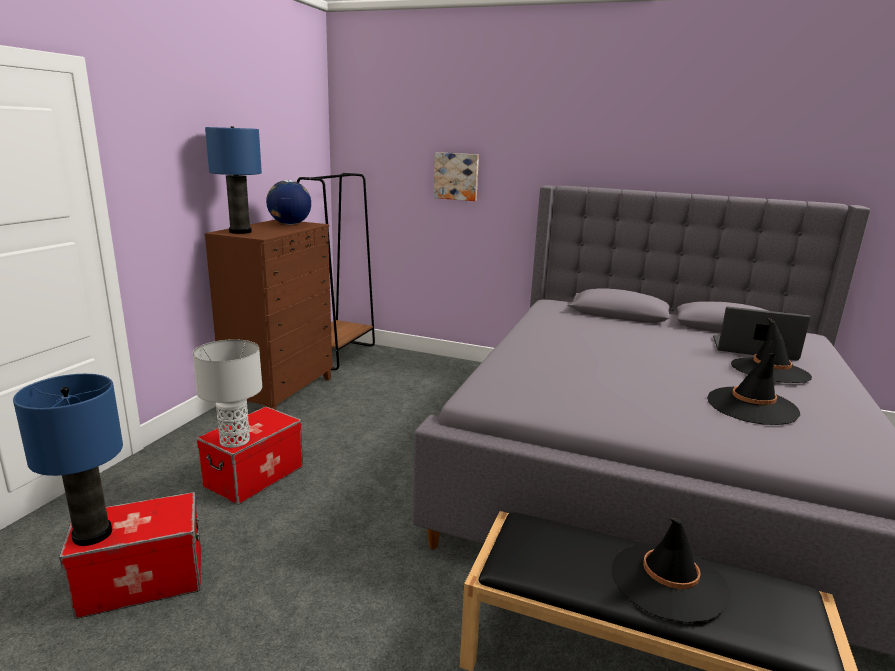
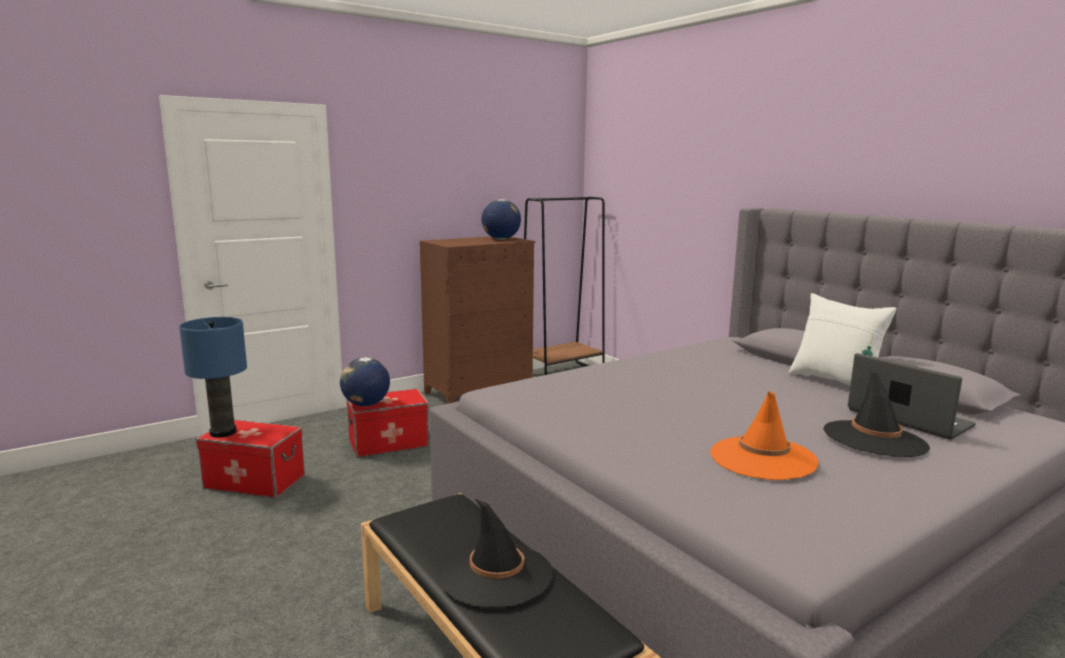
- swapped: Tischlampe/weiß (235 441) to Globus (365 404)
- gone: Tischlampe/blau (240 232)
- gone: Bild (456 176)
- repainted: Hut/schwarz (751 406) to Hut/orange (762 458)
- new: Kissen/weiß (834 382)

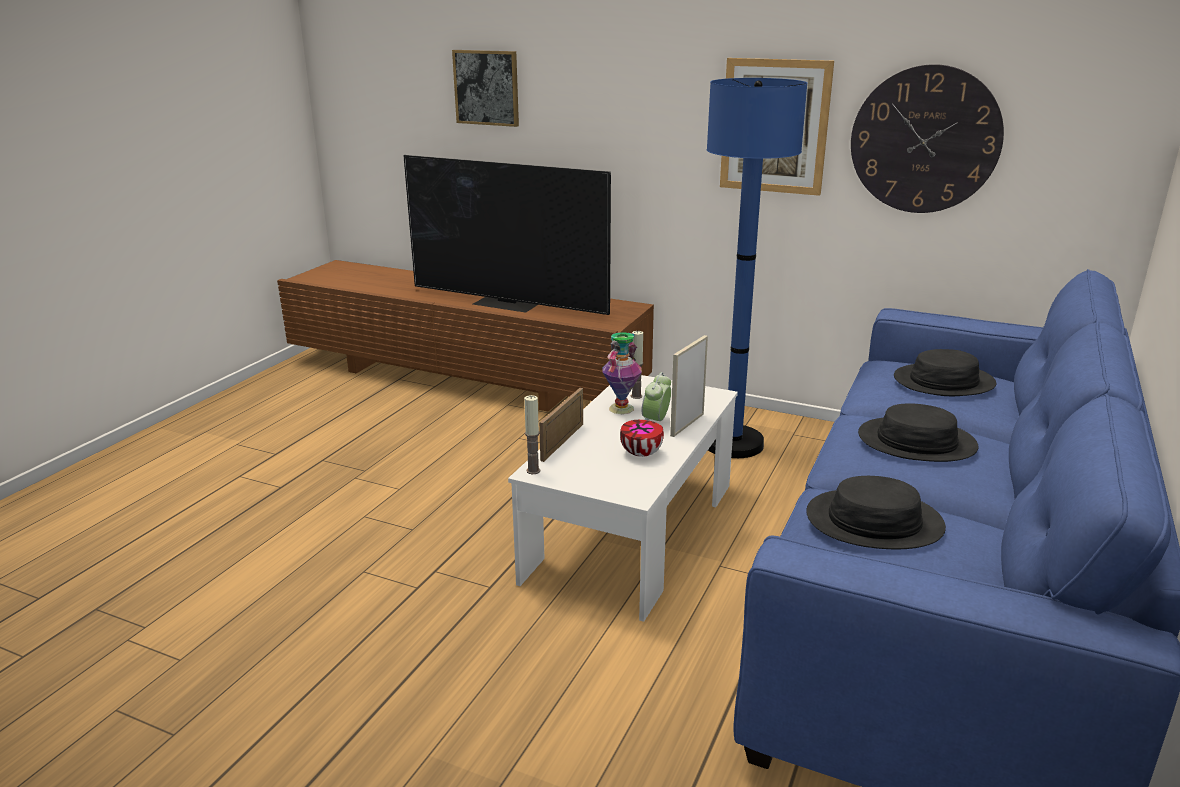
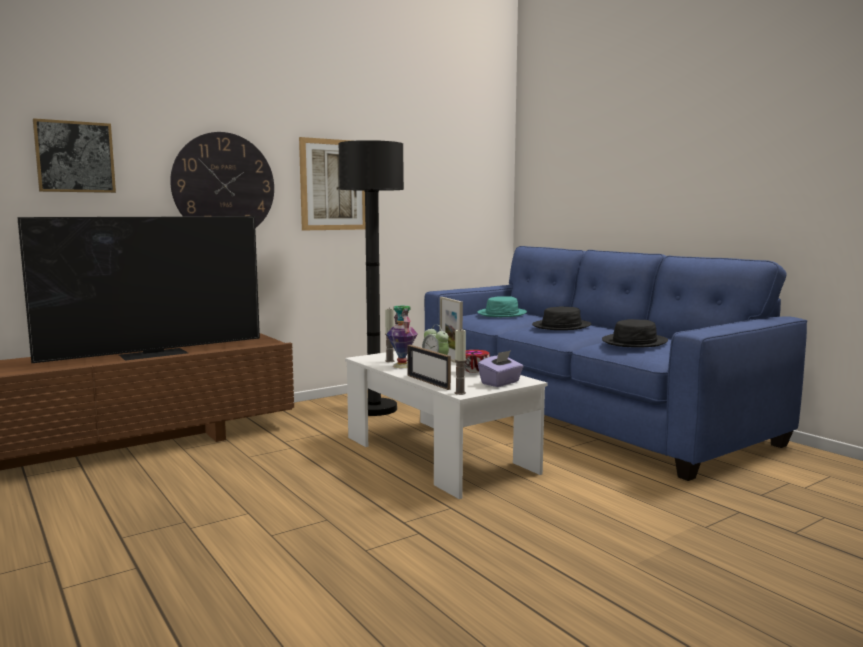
- repainted: Stehlampe/blau (733 444) to Stehlampe/schwarz (374 409)
- shifted: Wanduhr (924 140) to (223 185)
- repainted: Hut/schwarz (944 382) to Hut/türkis (502 314)
- new: Taschentuchbox/lila (500 383)

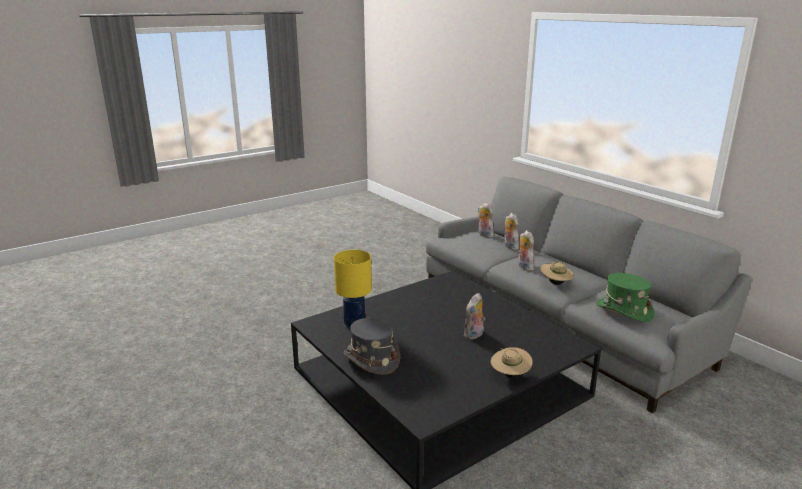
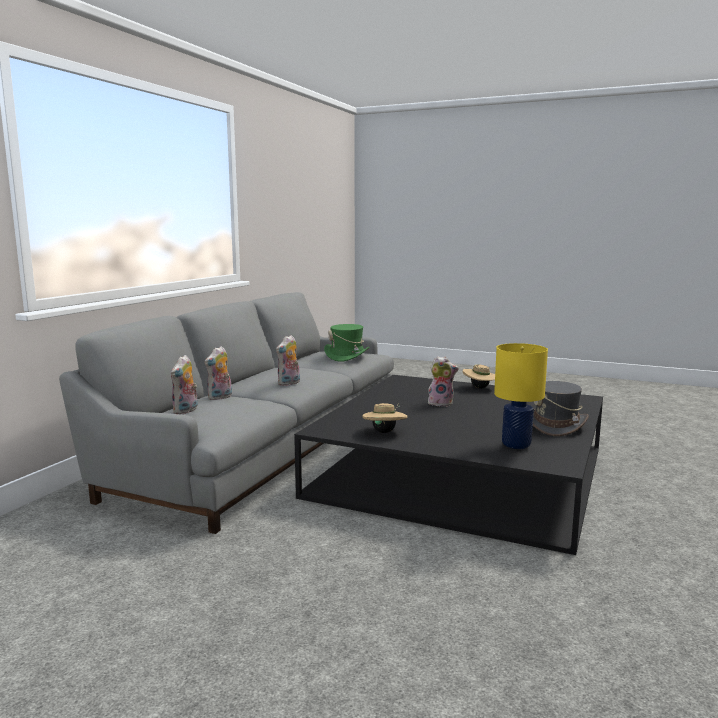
- shifted: Hut/beige (556 283) to (384 432)

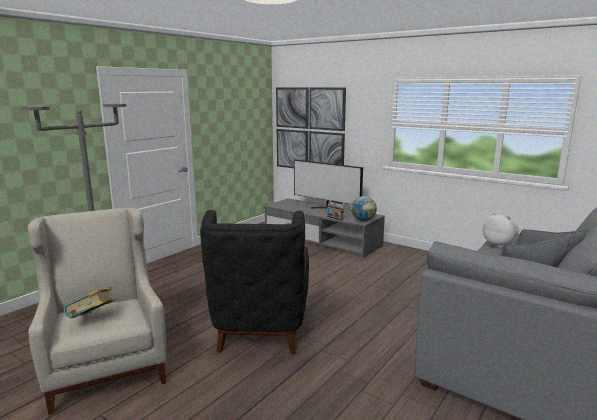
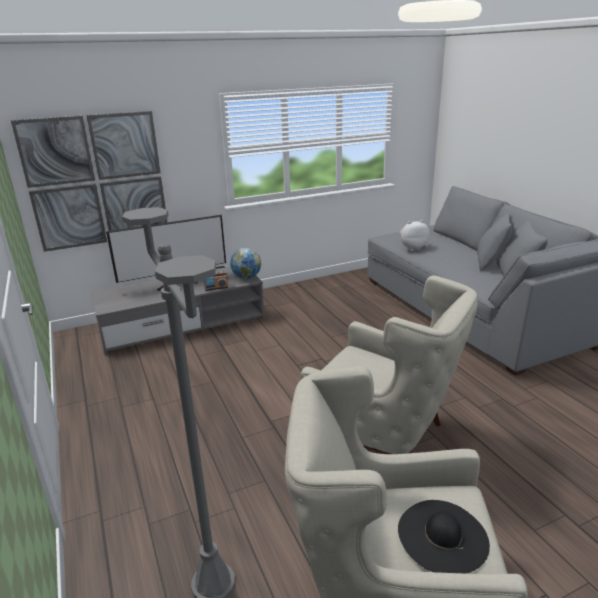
- swapped: Buch (93 319) to Hut/schwarz (442 536)
- repainted: Sessel/schwarz (260 332) to Sessel/beige (383 434)

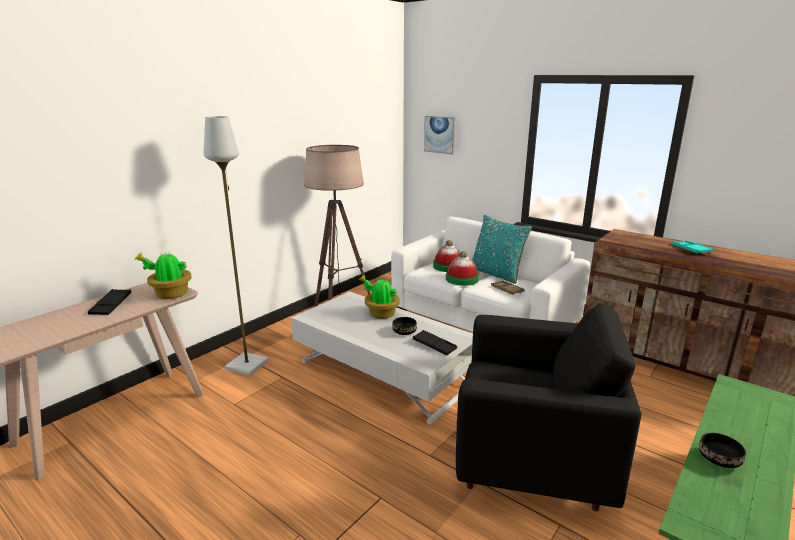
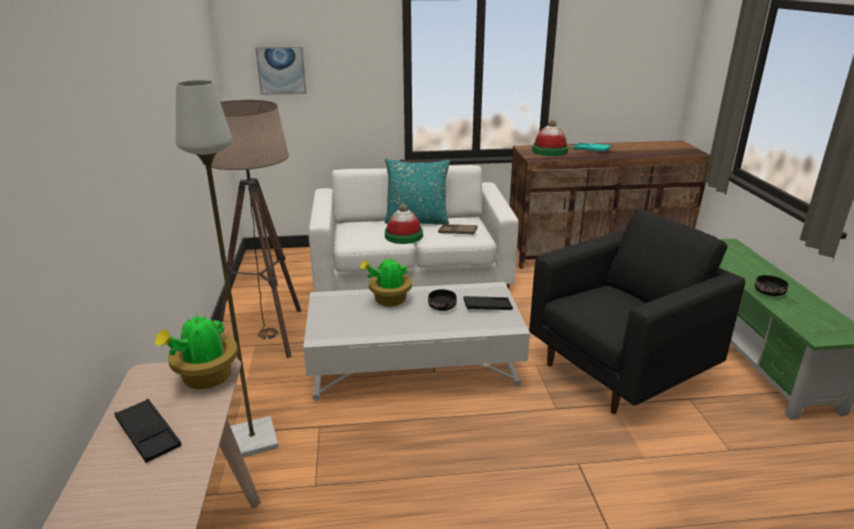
- shifted: Hut (448 266) to (549 151)

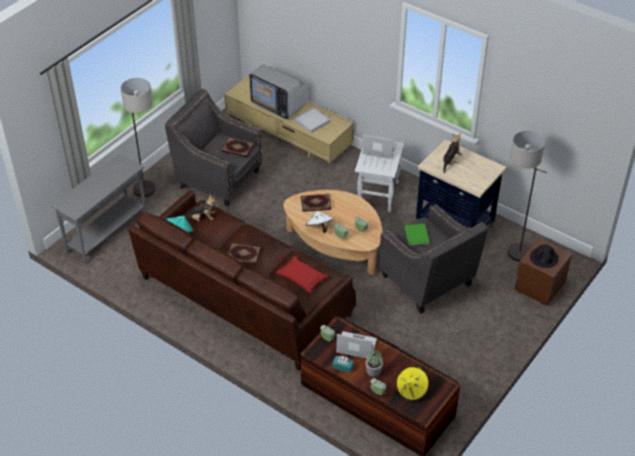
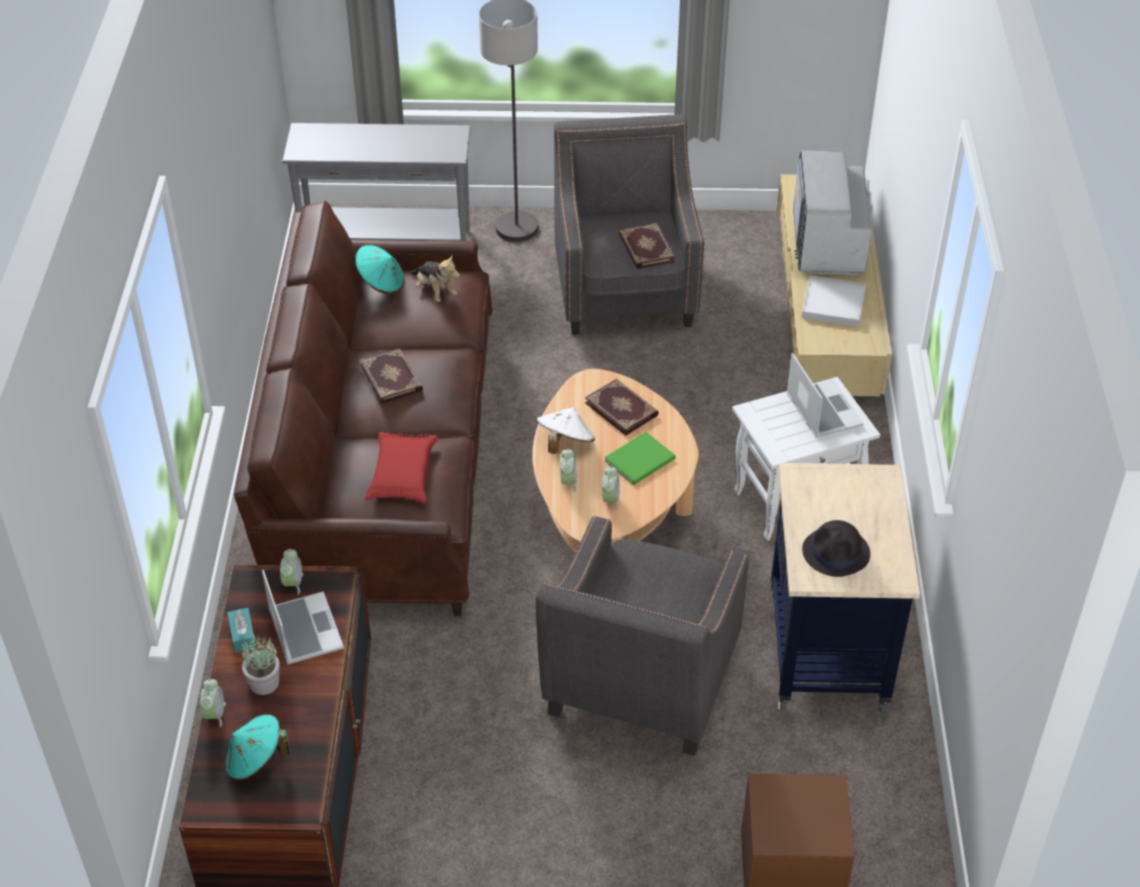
- repainted: Hut/gelb (412 390) to Hut/türkis (256 761)
- shifted: Buch/grün (417 234) to (642 460)
- gone: Plüschtier (451 161)
- gone: Stehlampe/grau (512 250)
- shifted: Hut/schwarz (544 258) to (836 553)

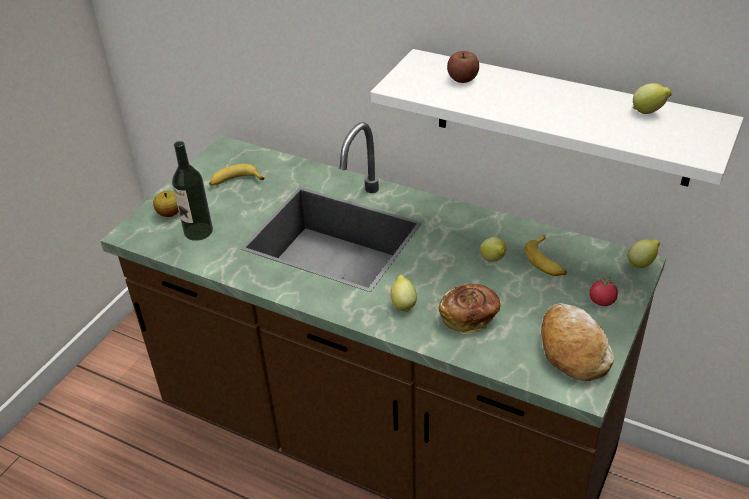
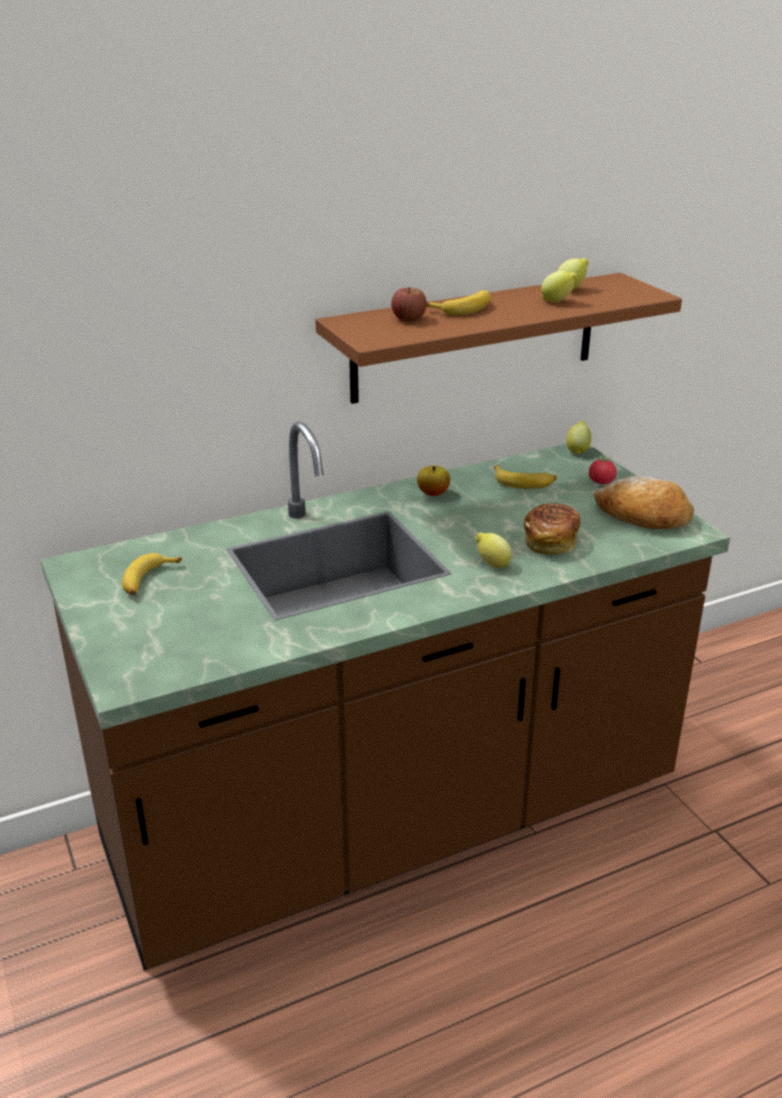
- shifted: Apfel (170 213) to (433 493)
- gone: Flasche (198 231)
- repainted: Wandregal/weiß (561 117) to Wandregal/braun (475 337)
- shifted: Zitrone (493 260) to (558 301)
- new: Banane (464 308)

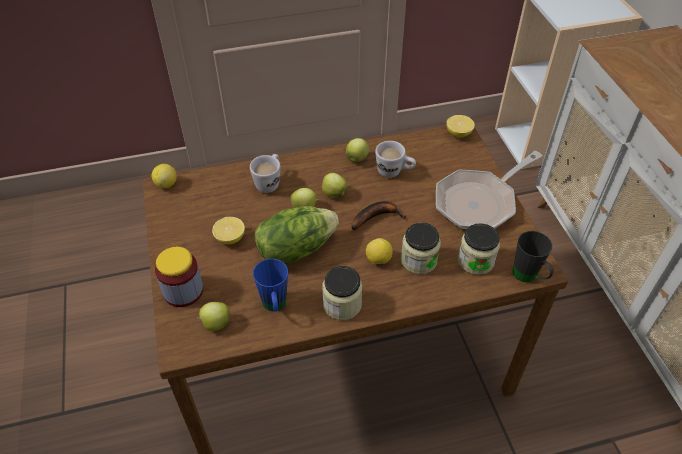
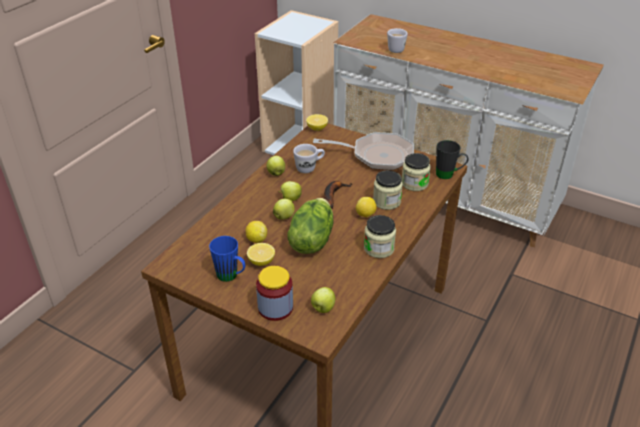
- shifted: Zitrone (166 184) to (256 239)
- shifted: Henkelbecher/weiß (269 182) to (394 49)
- shifted: Henkelbecher/blau (275 307) to (231 277)
- rotated: Pfanne (479 202) = (377 155) 90 degrees counterclockwise

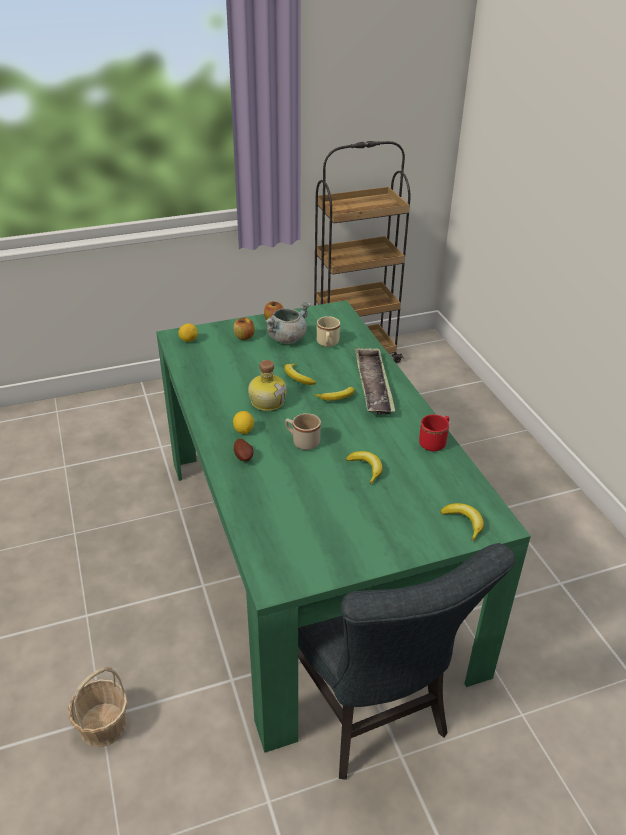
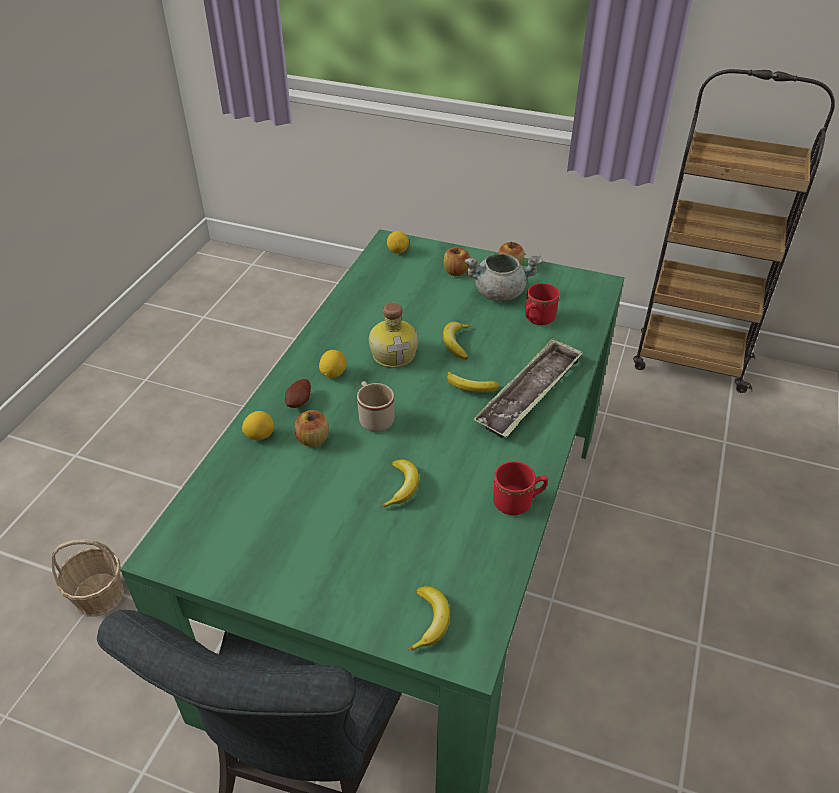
- repainted: Henkelbecher/beige (327 344) to Henkelbecher/rot (537 319)
- new: Zitrone (260 436)
- new: Apfel (313 440)

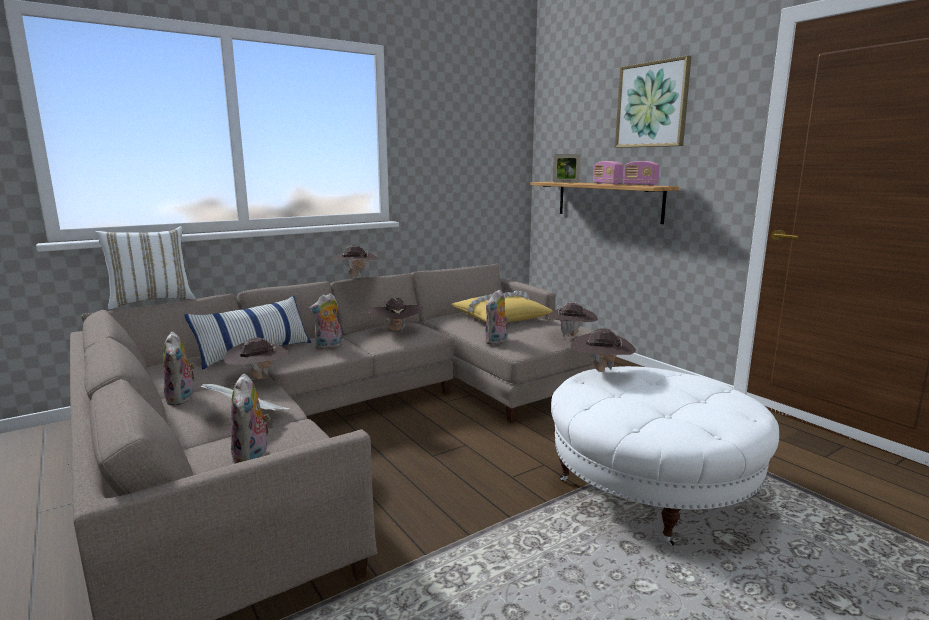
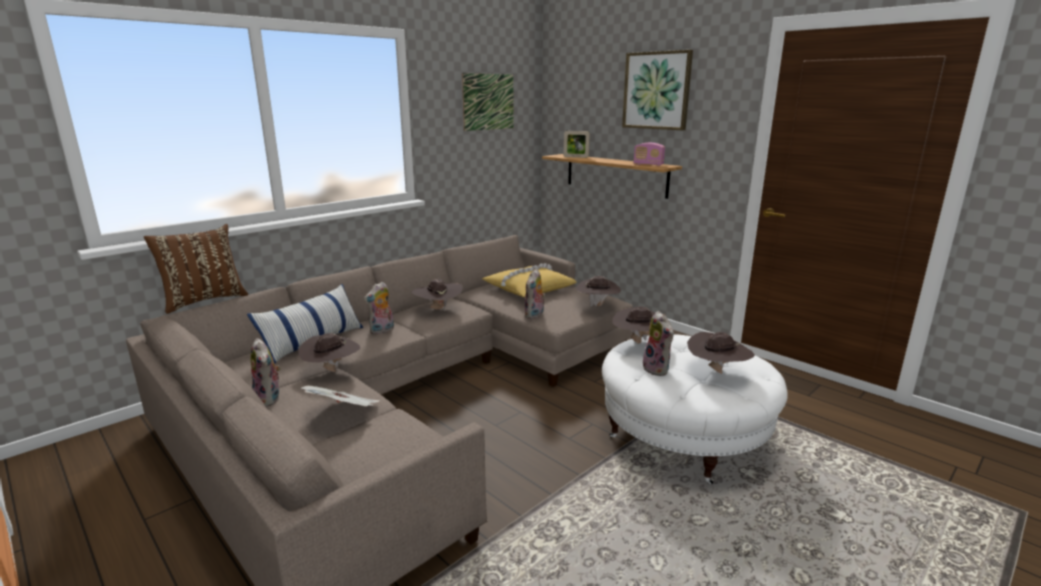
- repainted: Kissen/weiß (151 301) to Kissen/braun (204 300)
- shifted: Plüschtier (253 458) to (658 369)
- shifted: Hut/braun (355 277) to (717 372)
- gone: Radio (607 184)
- new: Bild (488 102)

